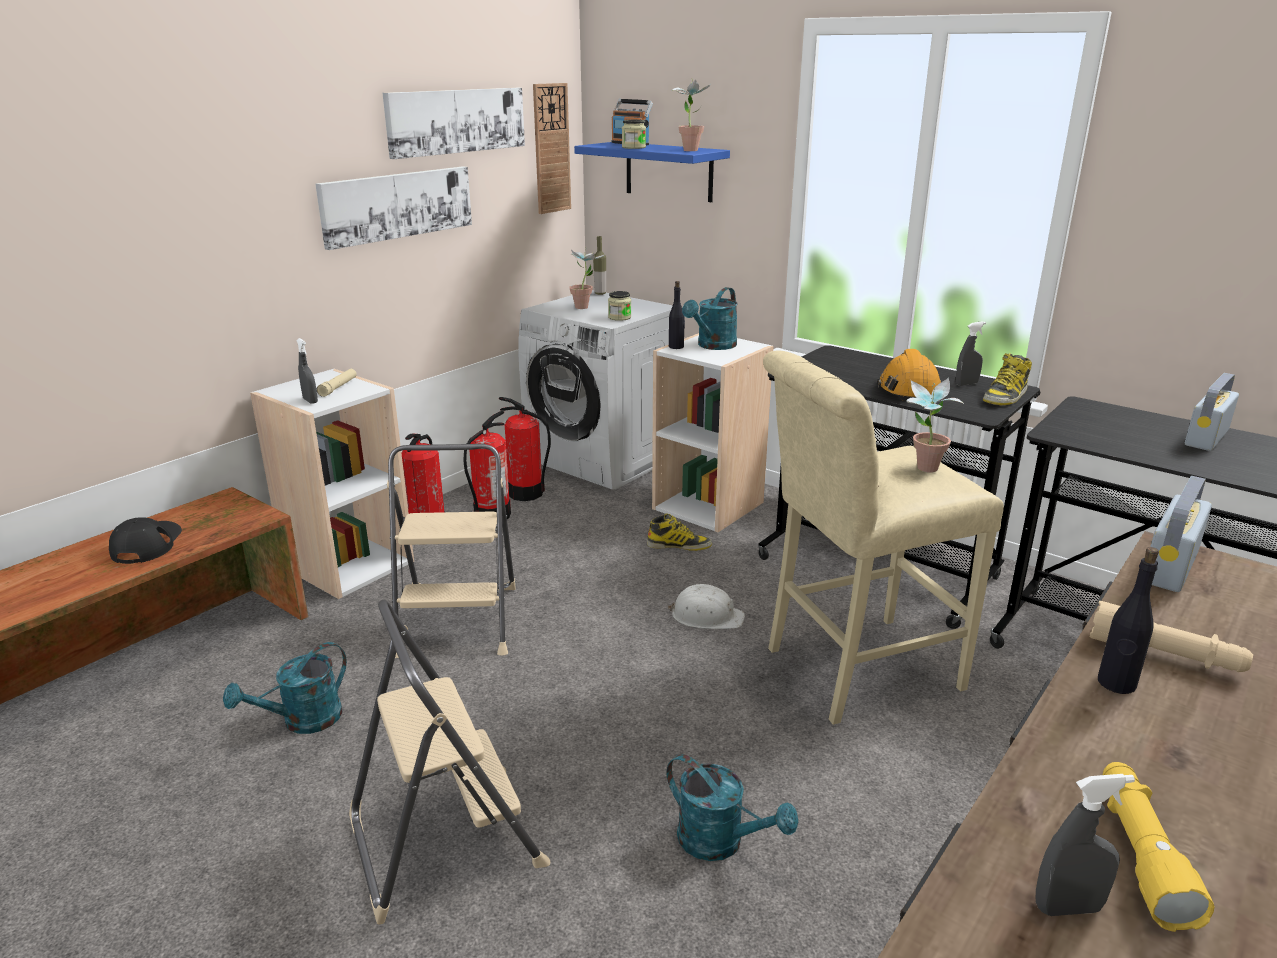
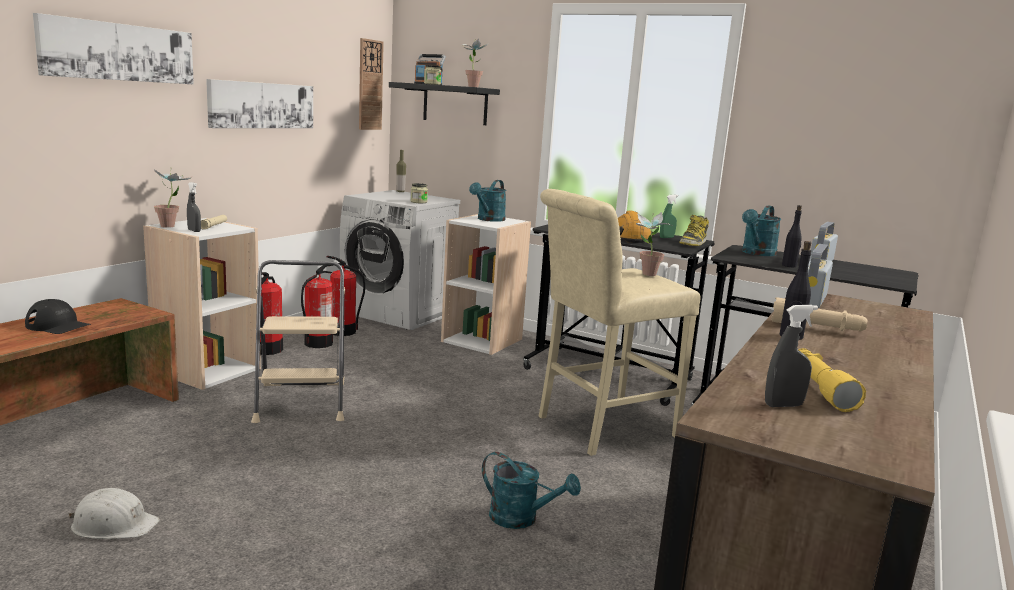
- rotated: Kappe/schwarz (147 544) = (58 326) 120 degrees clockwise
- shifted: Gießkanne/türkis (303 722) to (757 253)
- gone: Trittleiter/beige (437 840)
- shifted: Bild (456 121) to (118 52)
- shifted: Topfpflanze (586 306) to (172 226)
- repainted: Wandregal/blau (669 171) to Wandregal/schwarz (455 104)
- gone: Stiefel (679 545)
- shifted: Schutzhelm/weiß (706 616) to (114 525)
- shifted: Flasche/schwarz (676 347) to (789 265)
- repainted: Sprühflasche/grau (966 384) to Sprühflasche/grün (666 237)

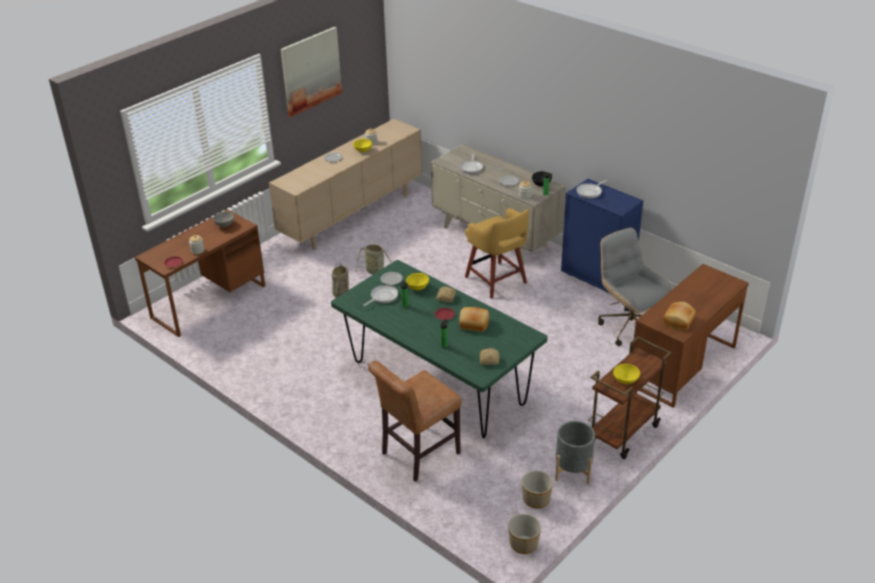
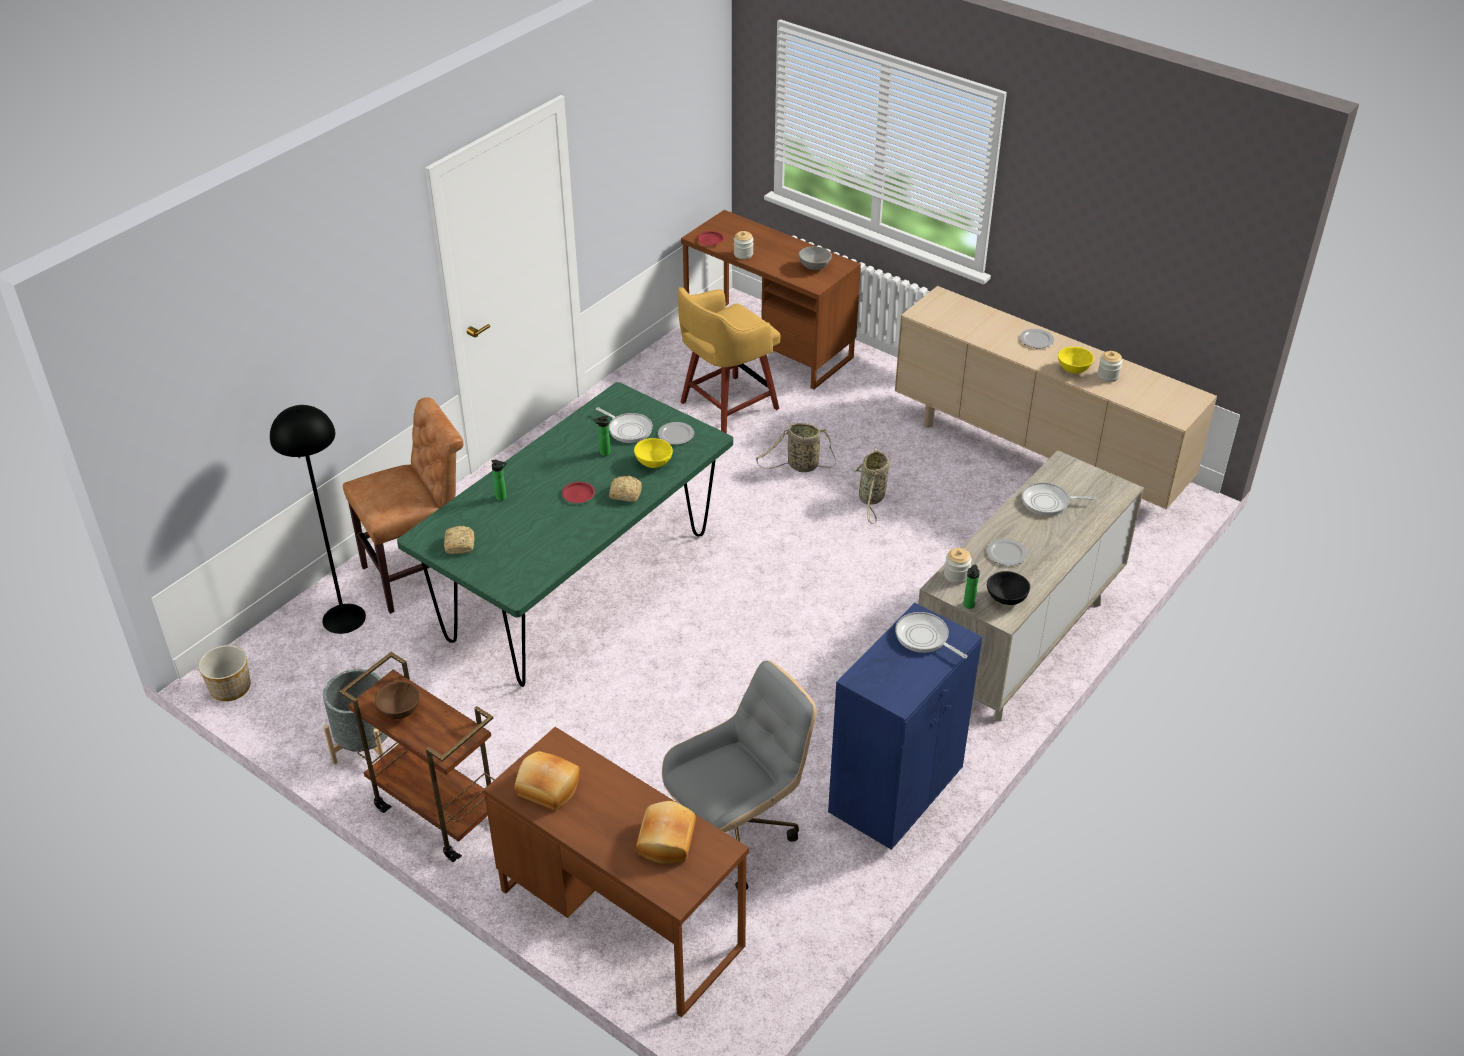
- gone: Bild (311 71)
- rotated: Stuhl/braun (417 455) = (422 573) 105 degrees clockwise
- shifted: Brot (474 324) to (665 841)
- shifted: Hocker/gelb (496 281) to (726 406)
- gone: Pflanzkübel (536 499)
- repainted: Schüssel/gelb (625 381) to Schüssel/braun (399 711)
- new: Stehlampe/schwarz (343 618)

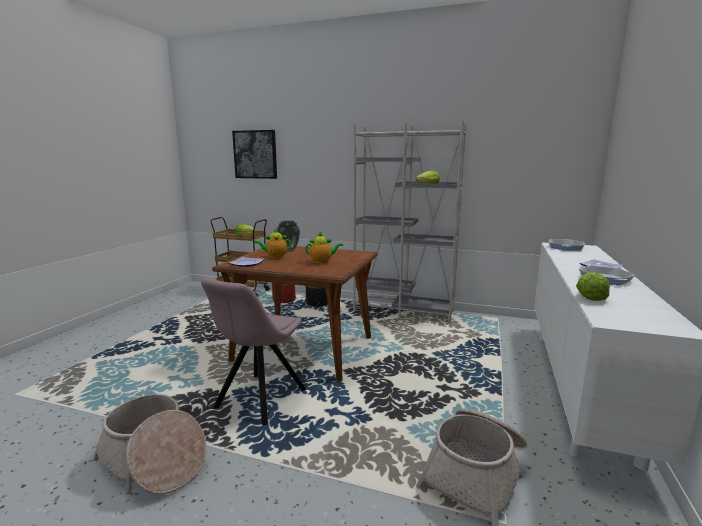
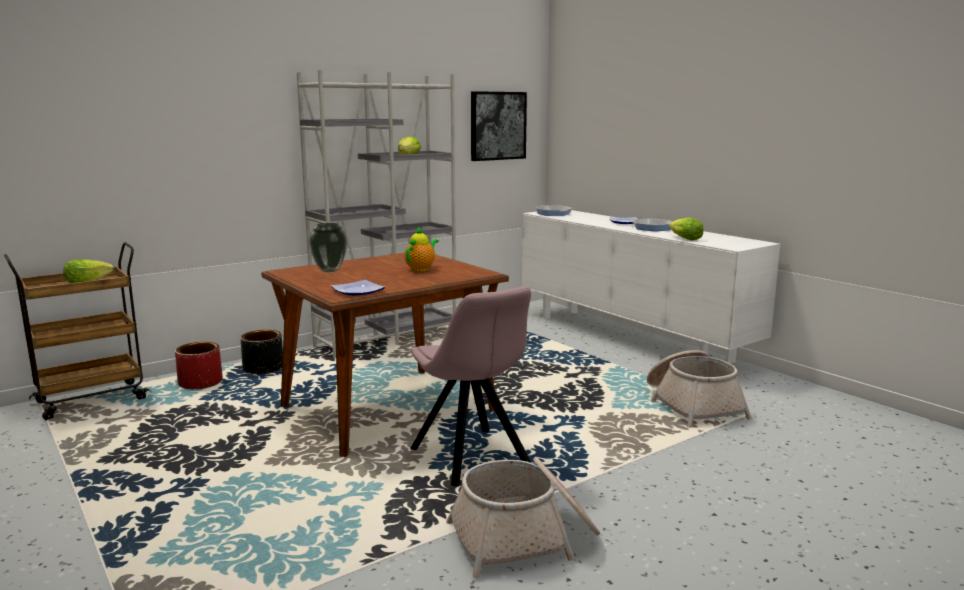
- shifted: Bild (255 154) to (497 126)
- gone: Teekanne (275 257)

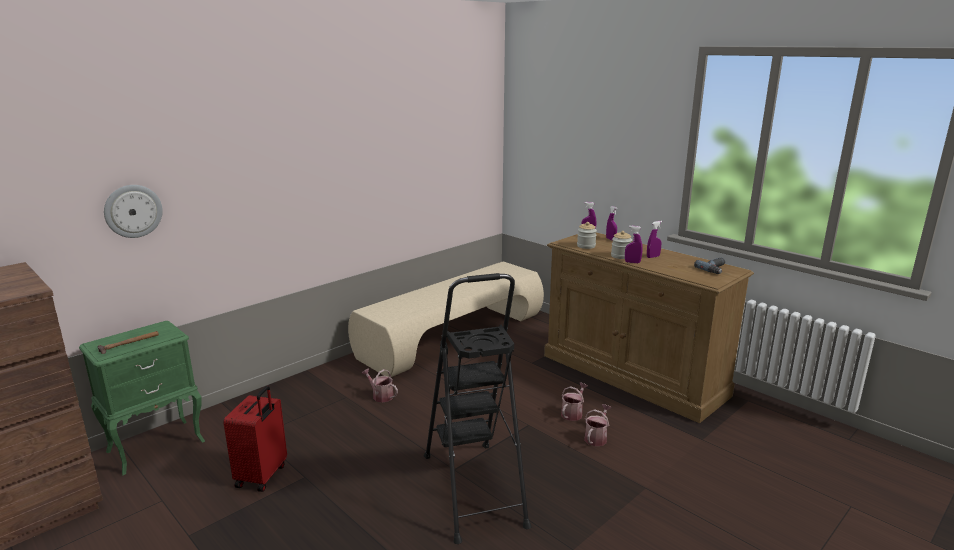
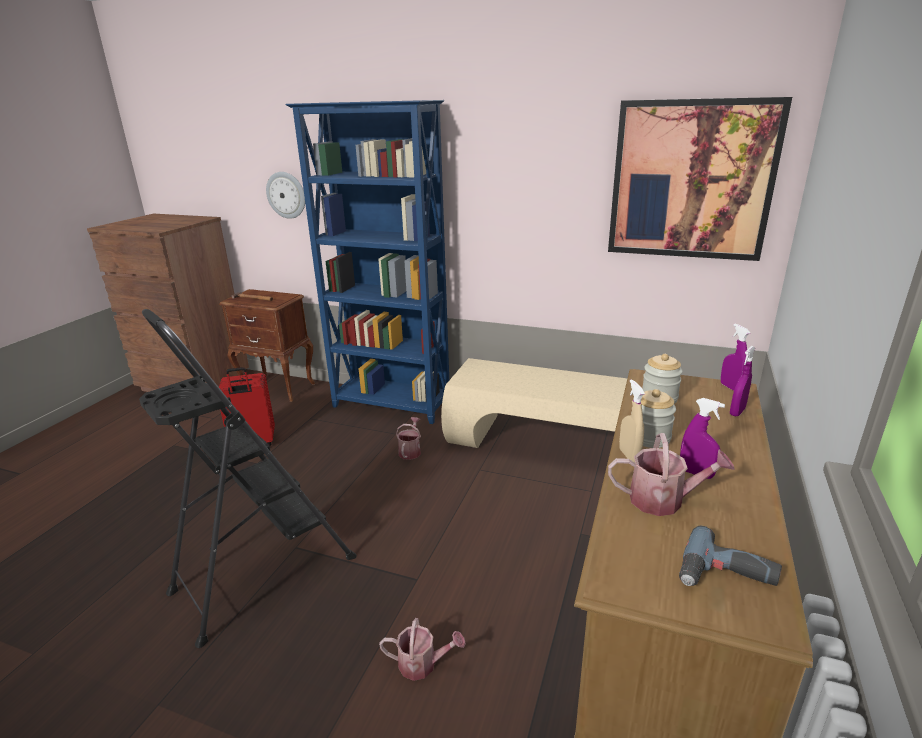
- repainted: Nachttisch/grün (156 446) to Nachttisch/braun (278 388)
- shifted: Gießkanne (573 413) to (663 500)
- repainted: Sprühflasche/lila (632 262) to Sprühflasche/beige (629 455)
- new: Bücherregal/blau (392 405)
- new: Bild (691 180)

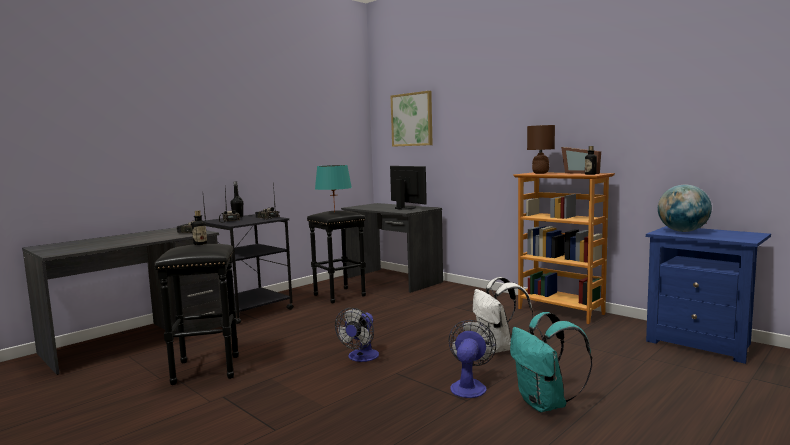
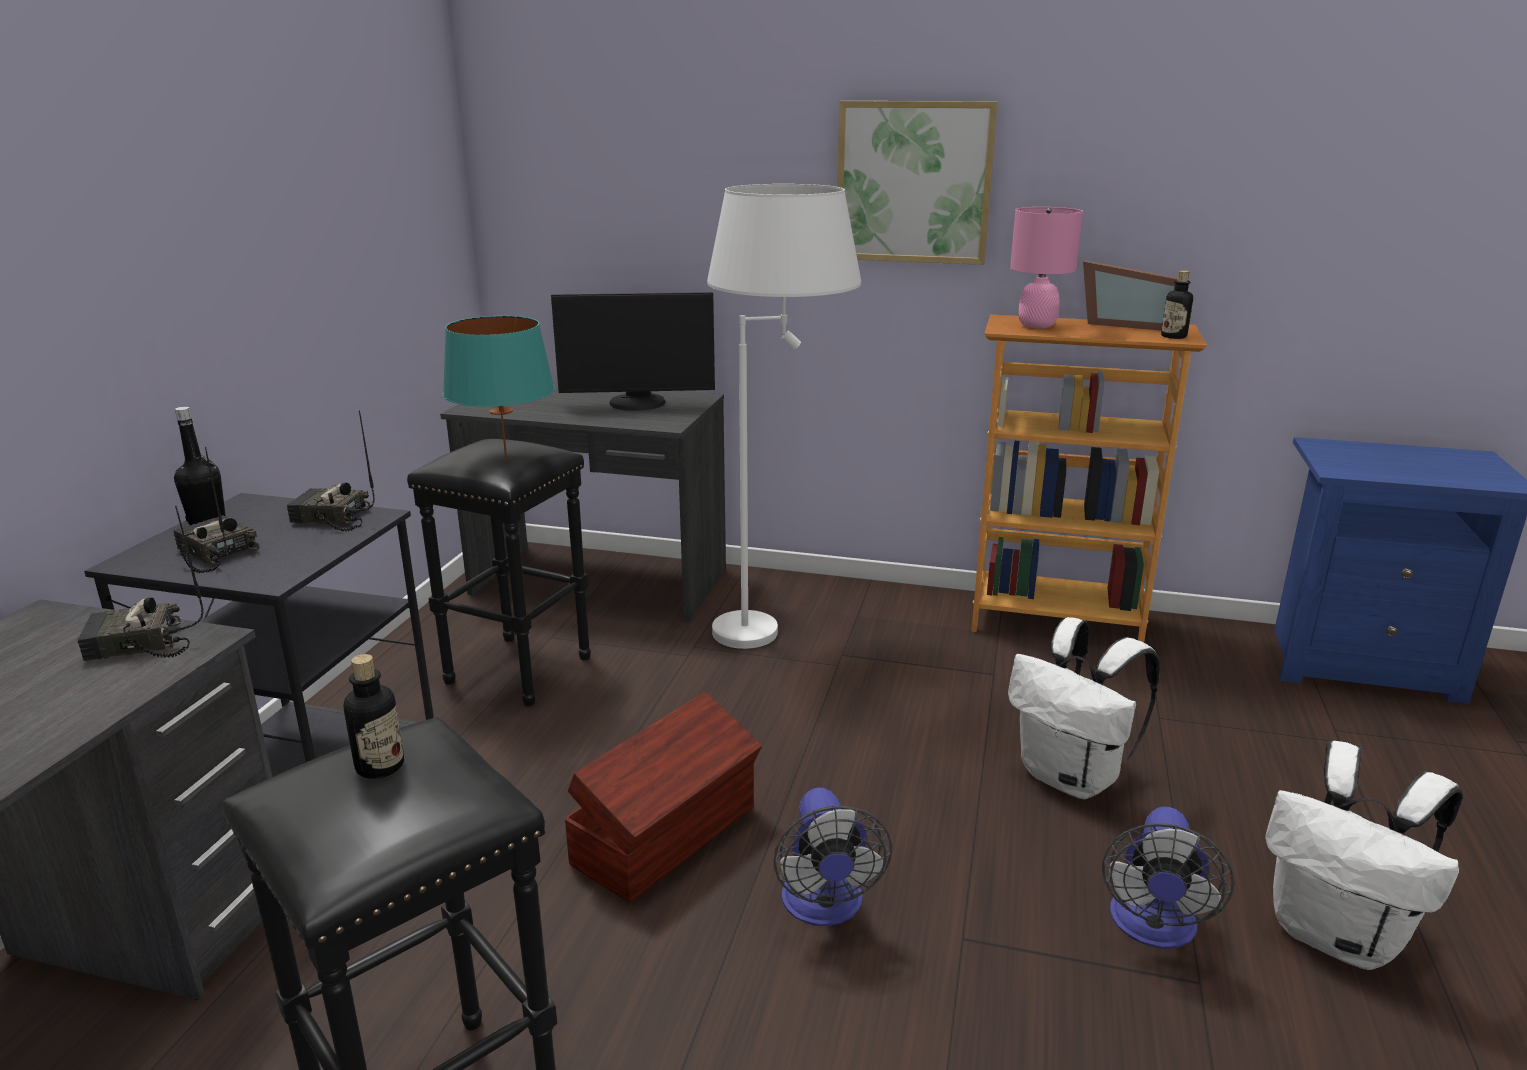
- rotated: Monitor (406 208) = (637 404) 150 degrees clockwise
- shifted: Bild (412 119) to (913 182)
- rotated: Ventilator (469 386) = (1153 928) 150 degrees counterclockwise
- repainted: Rucksack/türkis (545 404) to Rucksack/weiß (1338 936)
- repainted: Tischlampe/braun (541 173) to Tischlampe/rosa (1038 326)
- gone: Globus (682 231)
- new: Aufbewahrungsbox/braun (668 835)
- new: Stehlampe/weiß (781 629)

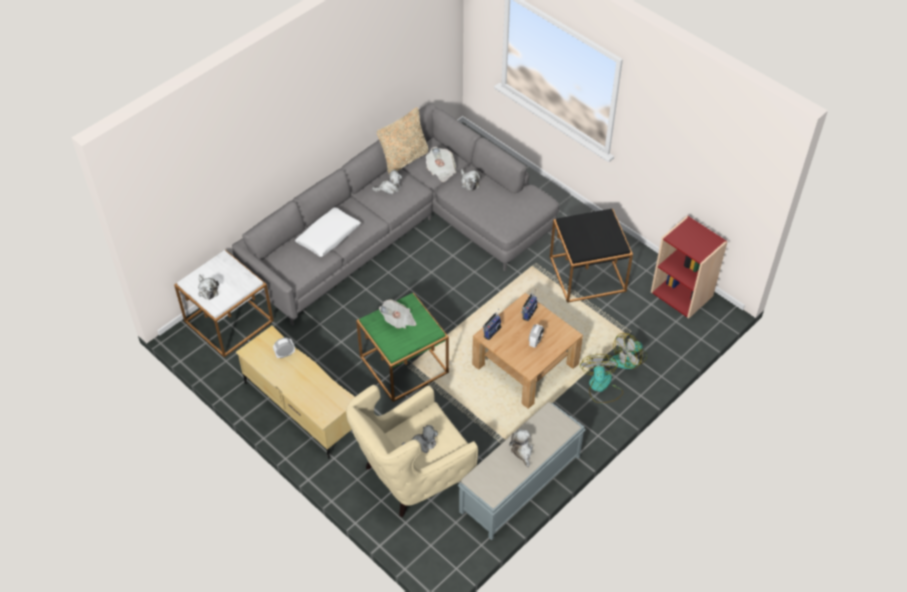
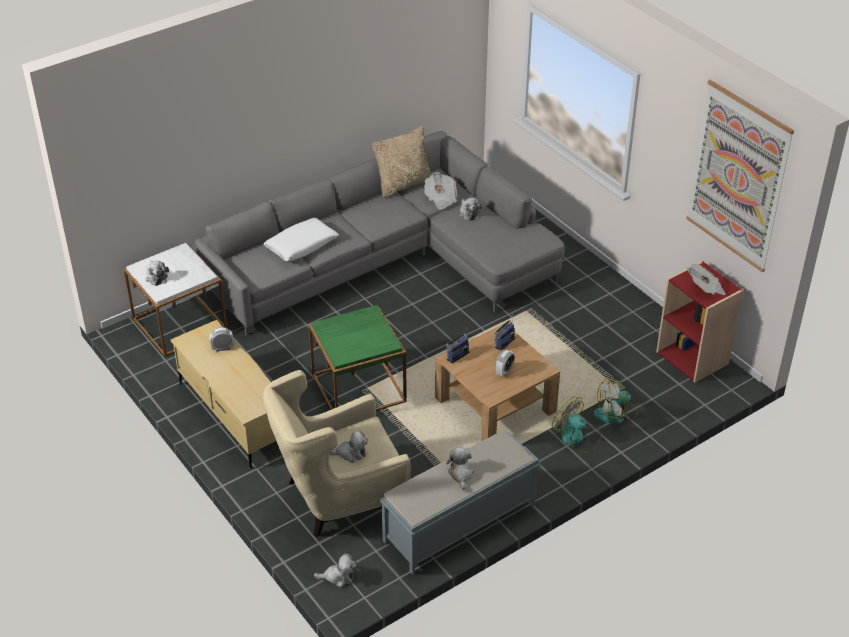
- shifted: Plüschtier (389 188) to (338 577)
- shifted: Zeitung (398 321) to (705 288)
- gone: Beistelltisch/schwarz (587 274)
- rotated: Ventilator (601 387) = (577 438) 60 degrees counterclockwise
- new: Bild (737 176)

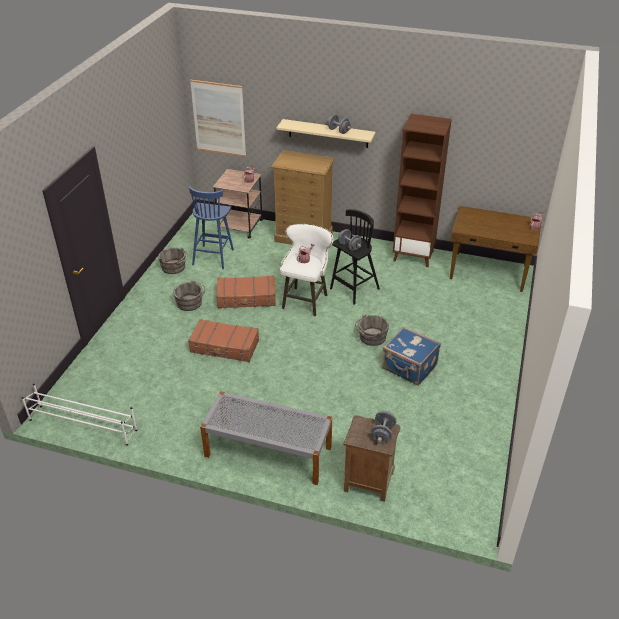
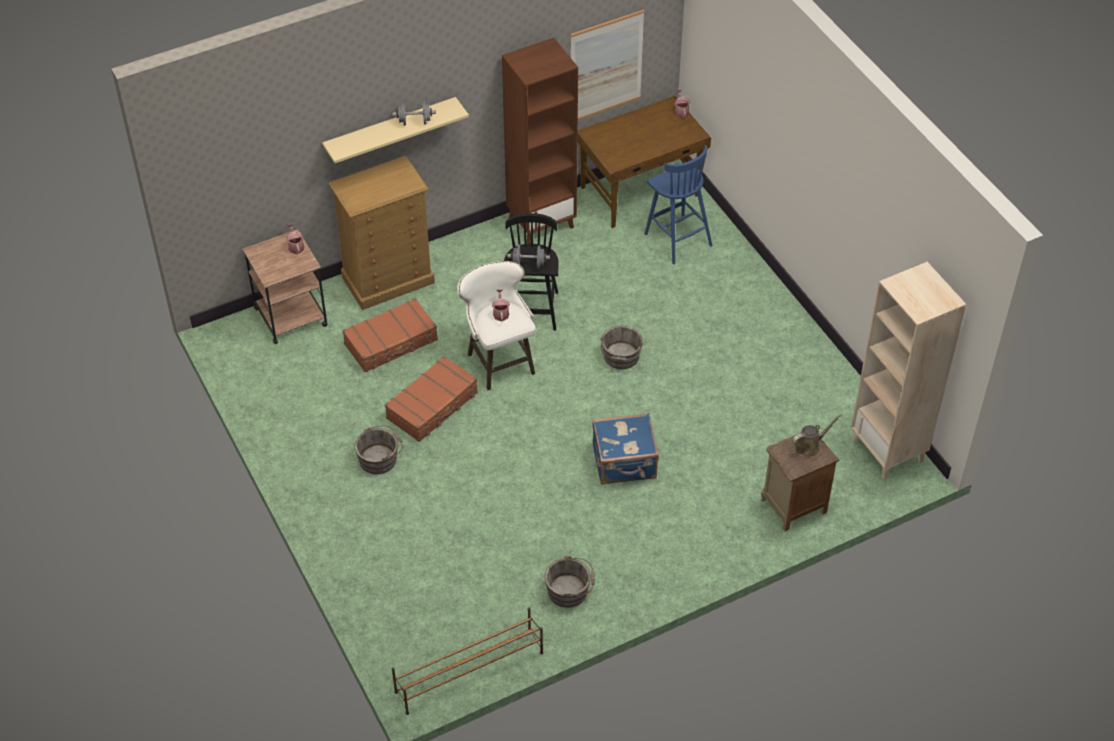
- repainted: Schuhregal/weiß (82 424) to Schuhregal/braun (468 672)
- shifted: Eimer/grau (174 268) to (570 591)
- shifted: Koffer/braun (224 347) to (391 342)
- shifted: Hocker/blau (213 256) to (676 238)
- shifted: Bild (219 118) to (606 66)
- gone: Bank/grau (268 452)
- swapped: Hantel/grau (382 433) to Gießkanne/braun (809 446)
- shifted: Koffer/blau (409 368) to (625 463)
- new: Bücherregal/beige (888 451)

